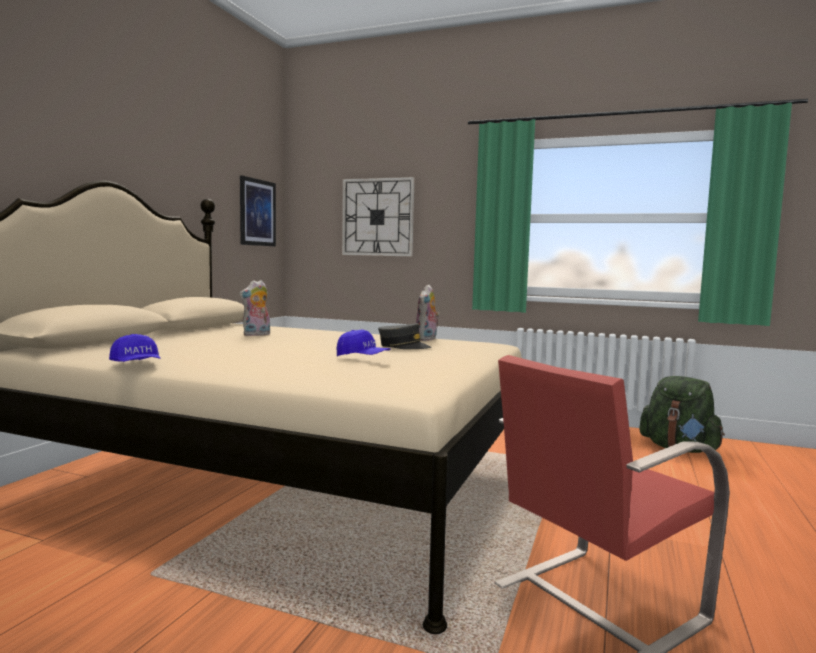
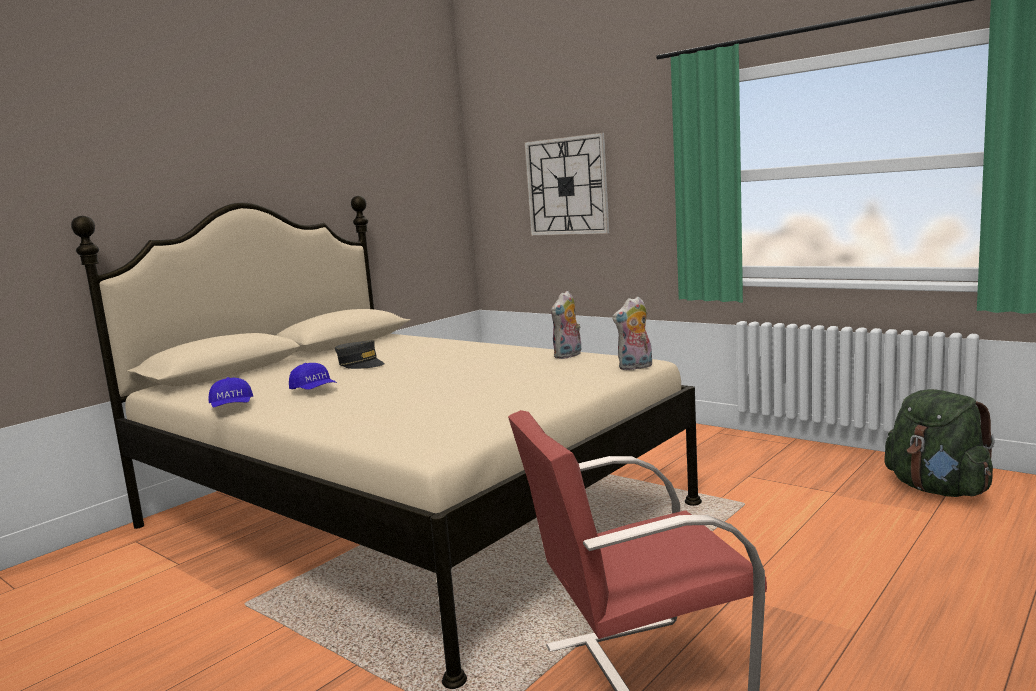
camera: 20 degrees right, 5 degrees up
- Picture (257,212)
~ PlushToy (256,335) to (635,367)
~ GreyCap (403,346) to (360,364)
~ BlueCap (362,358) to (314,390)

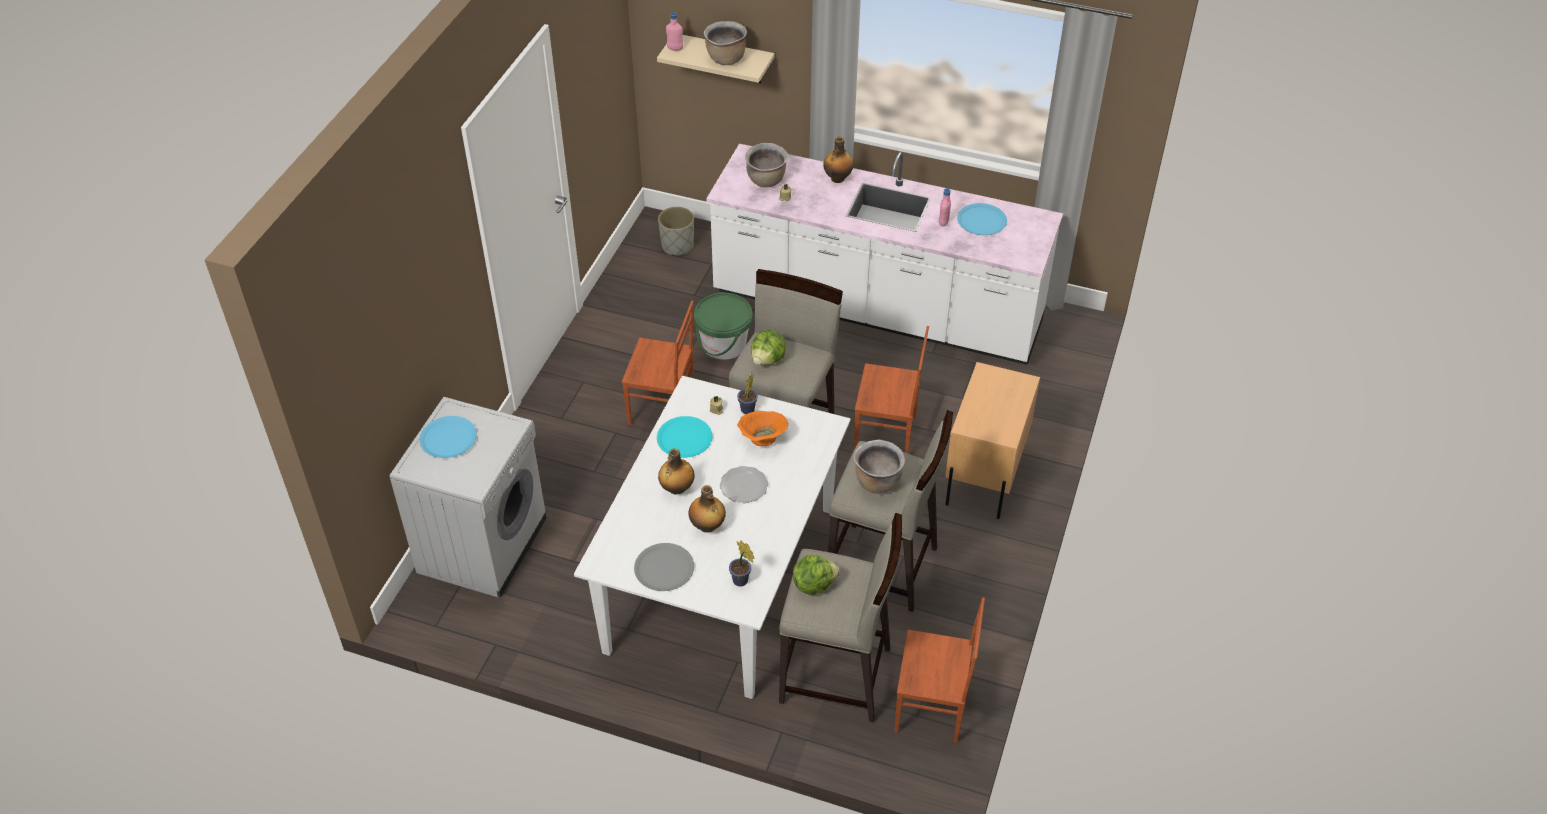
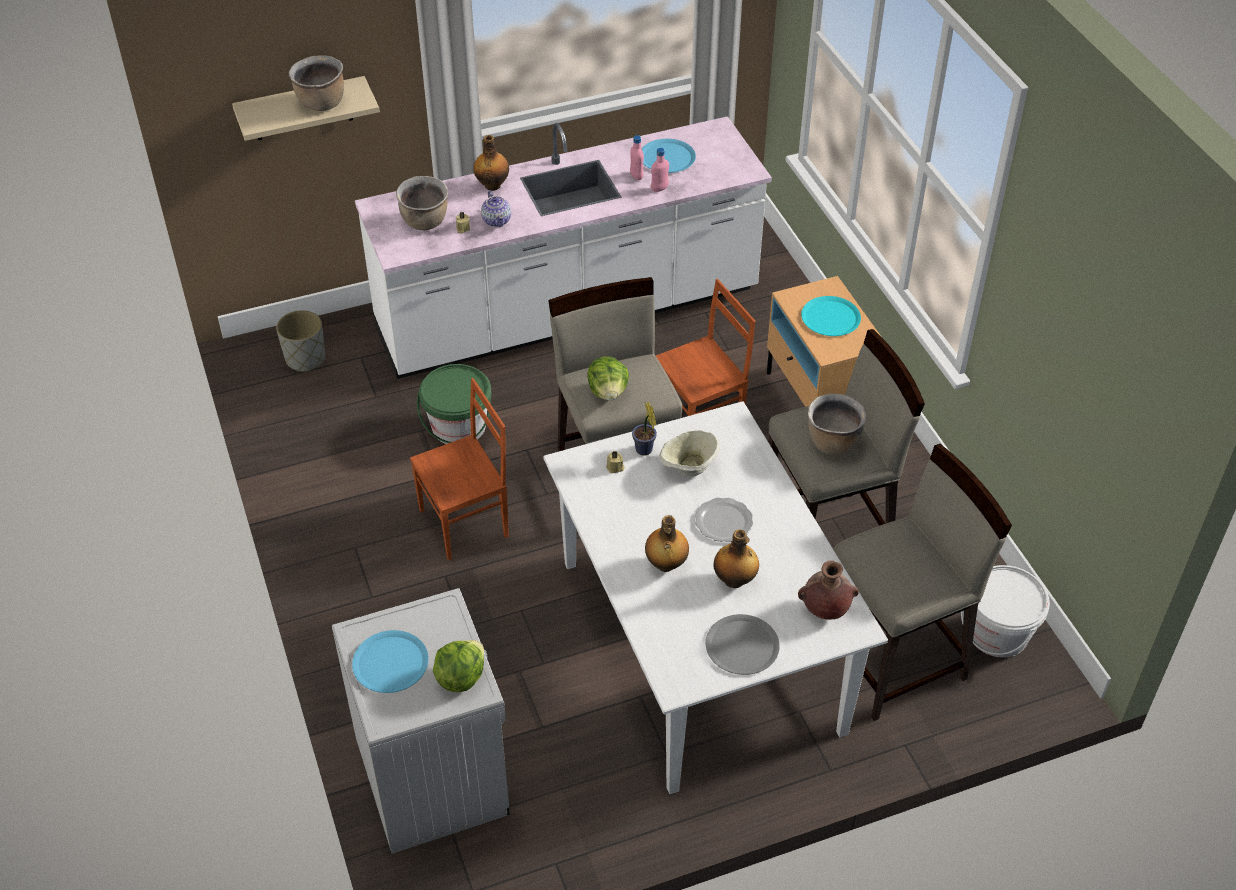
camera: 40 degrees left, 0 degrees up
~ PinkBottle (675,49) to (659,189)
~ OrangeBowl (762,438) to BeigeBowl (689,467)
~ TurquoisePlate (684,438) to (830,317)
~ PottedPlant (742,581) to BrownVase (825,609)
~ Lettuce (814,584) to (460,677)
~ BrownChair (931,709) to WhiteBucket (997,633)
+ Teapot (497,220)

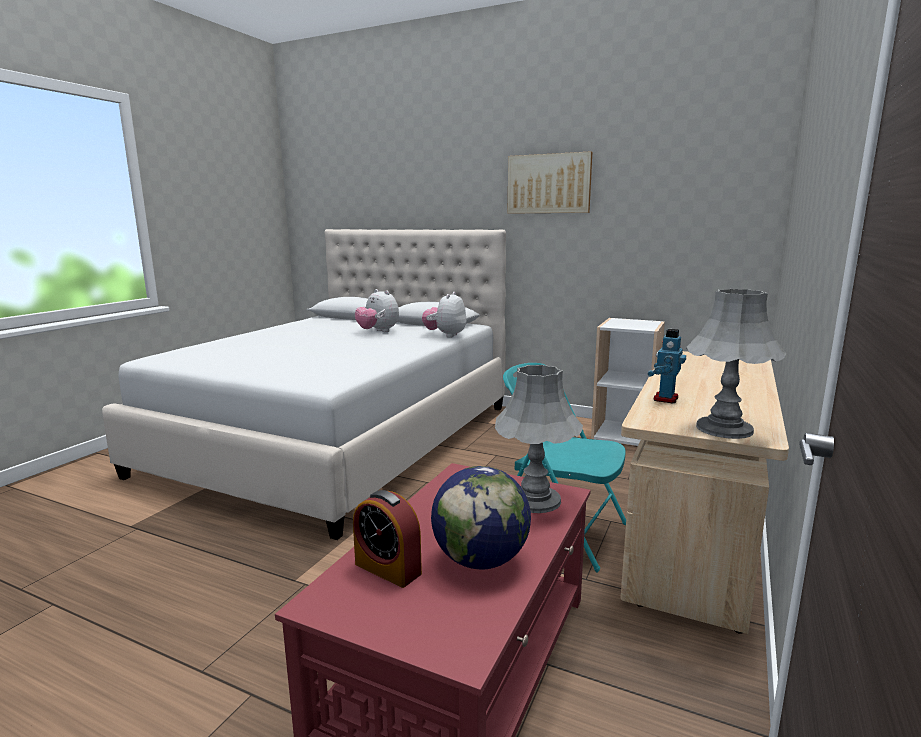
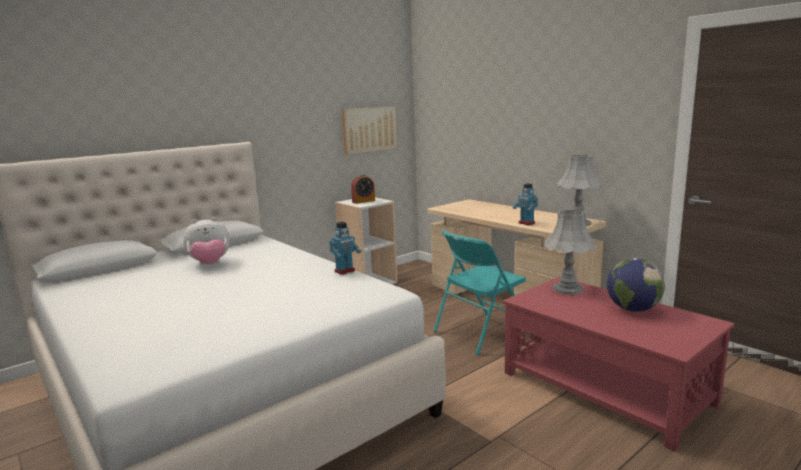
camera: 65 degrees left, 0 degrees up
~ Picture (549,184) to (369,129)
- PlushToy (445,335)
~ AlarmClock (388,568) to (363,201)
+ ToyRobot (345,271)

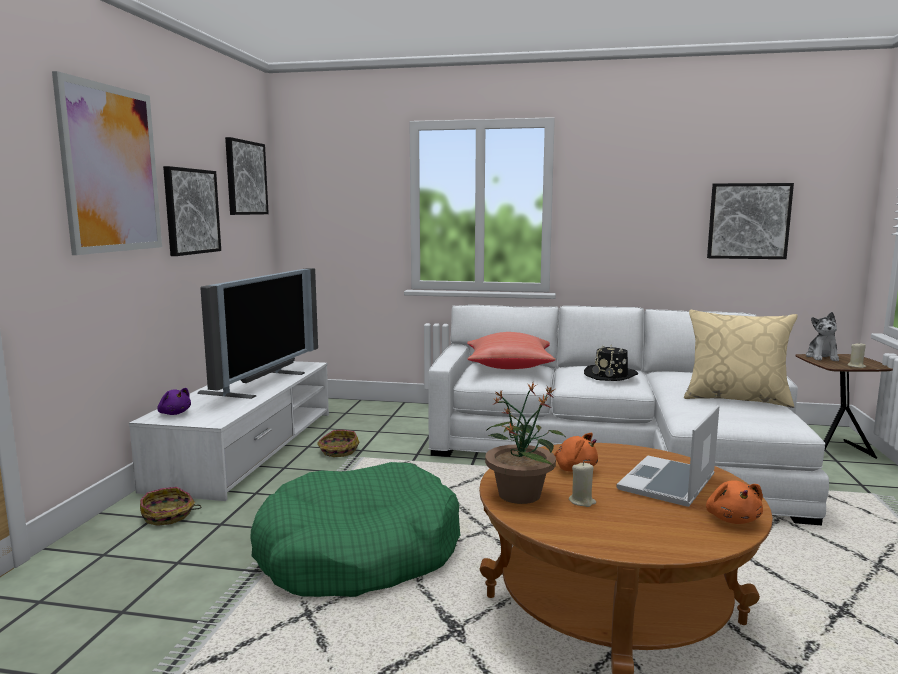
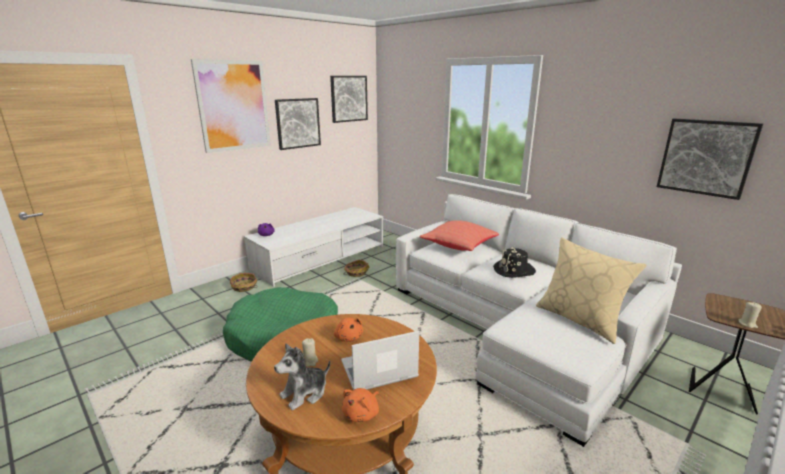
camera: 35 degrees right, 10 degrees up
- Television (263,383)
~ PlushToy (822,357) to (304,393)
- PottedPlant (520,494)

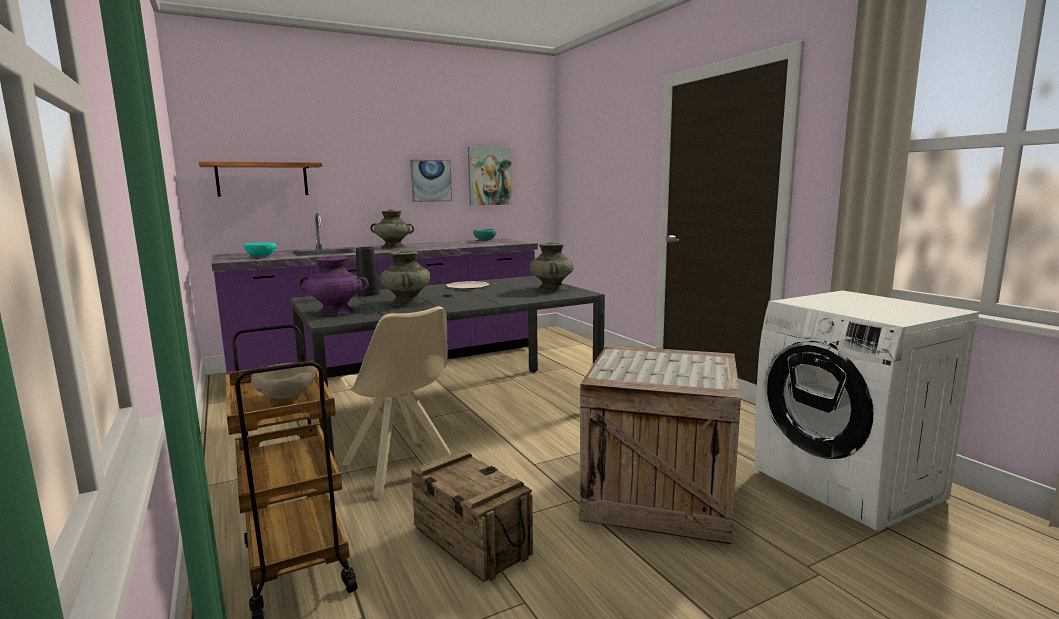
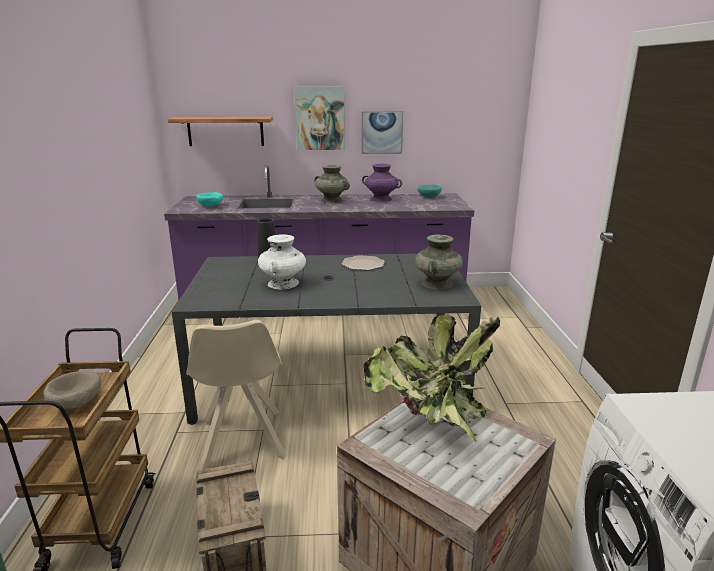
camera: 25 degrees right, 10 degrees up
~ Picture (489,176) to (320,118)
~ TurquoiseVase (407,302) to WhiteVase (283,283)
~ PurpleVase (336,311) to (381,199)
+ PottedPlant (431,423)

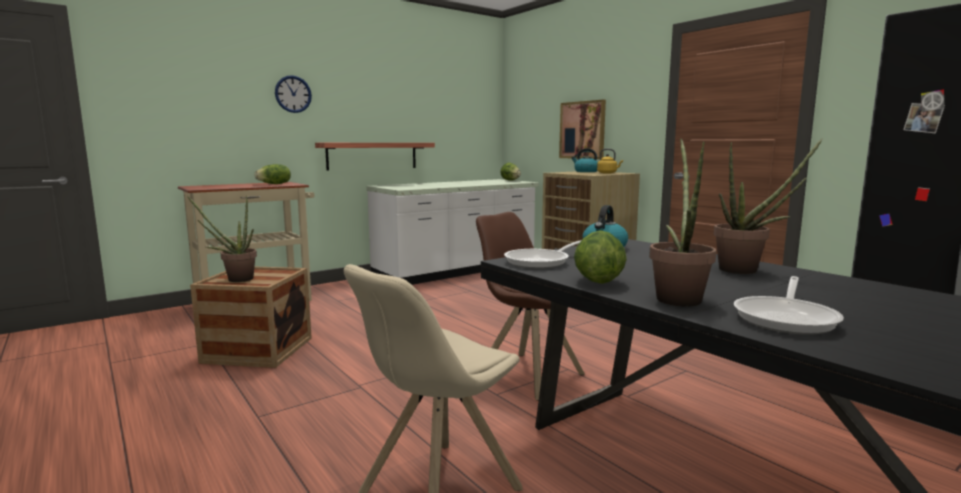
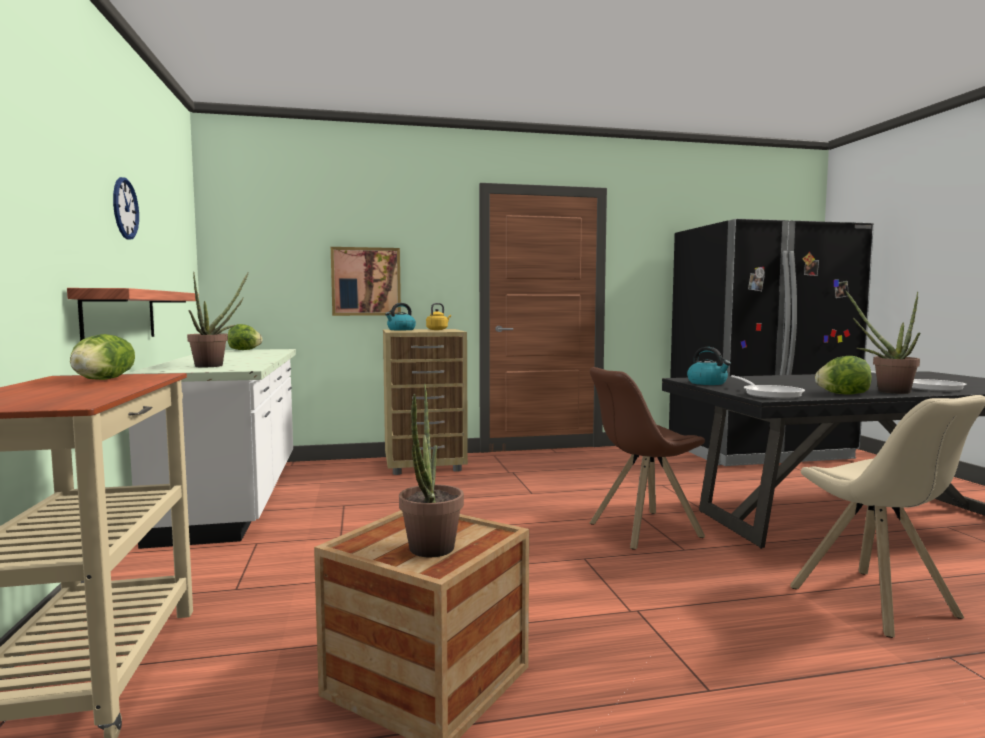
camera: 65 degrees left, 5 degrees down
~ WallClock (293,94) to (125,208)
~ PottedPlant (746,270) to (215,365)

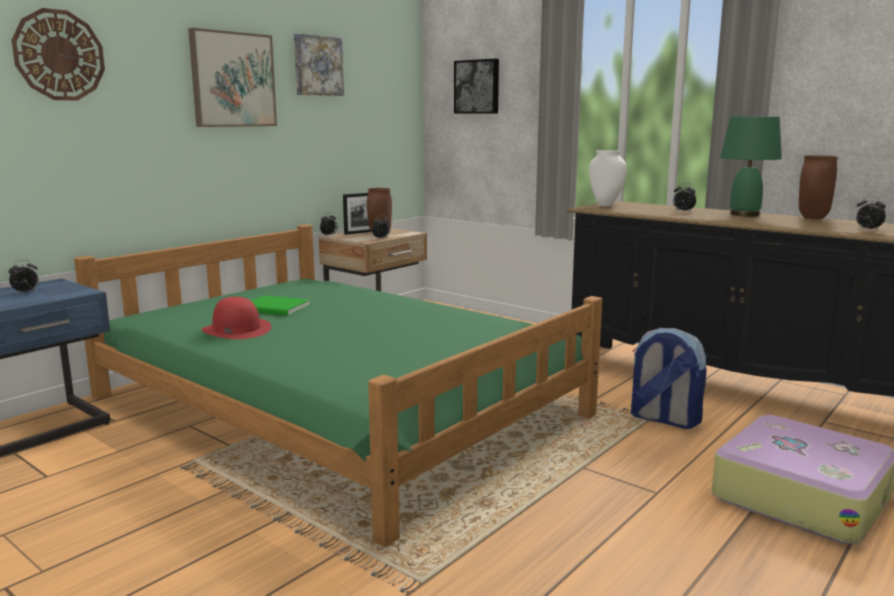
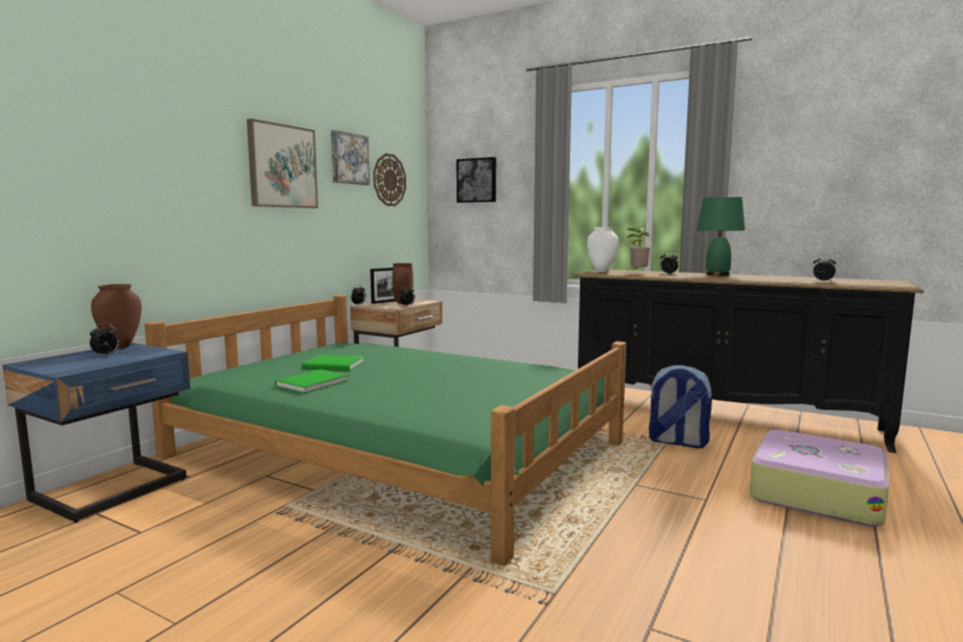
camera: 10 degrees left, 5 degrees down
~ WallClock (59,55) to (389,180)
~ BrownVase (812,218) to (120,346)
~ RedHat (236,329) to GreenBook (309,383)
+ PottedPlant (637,273)

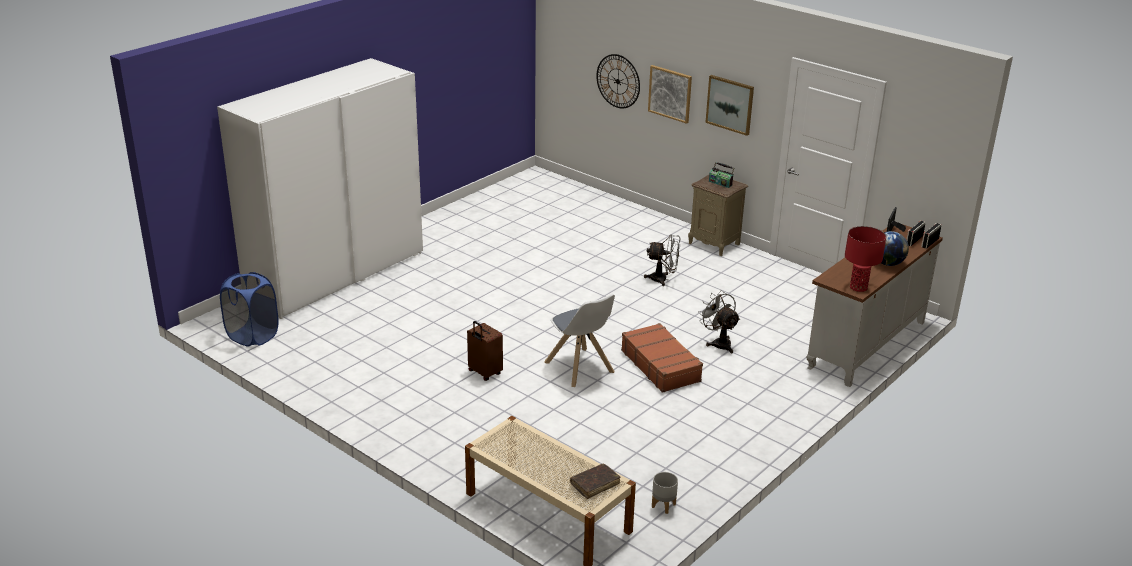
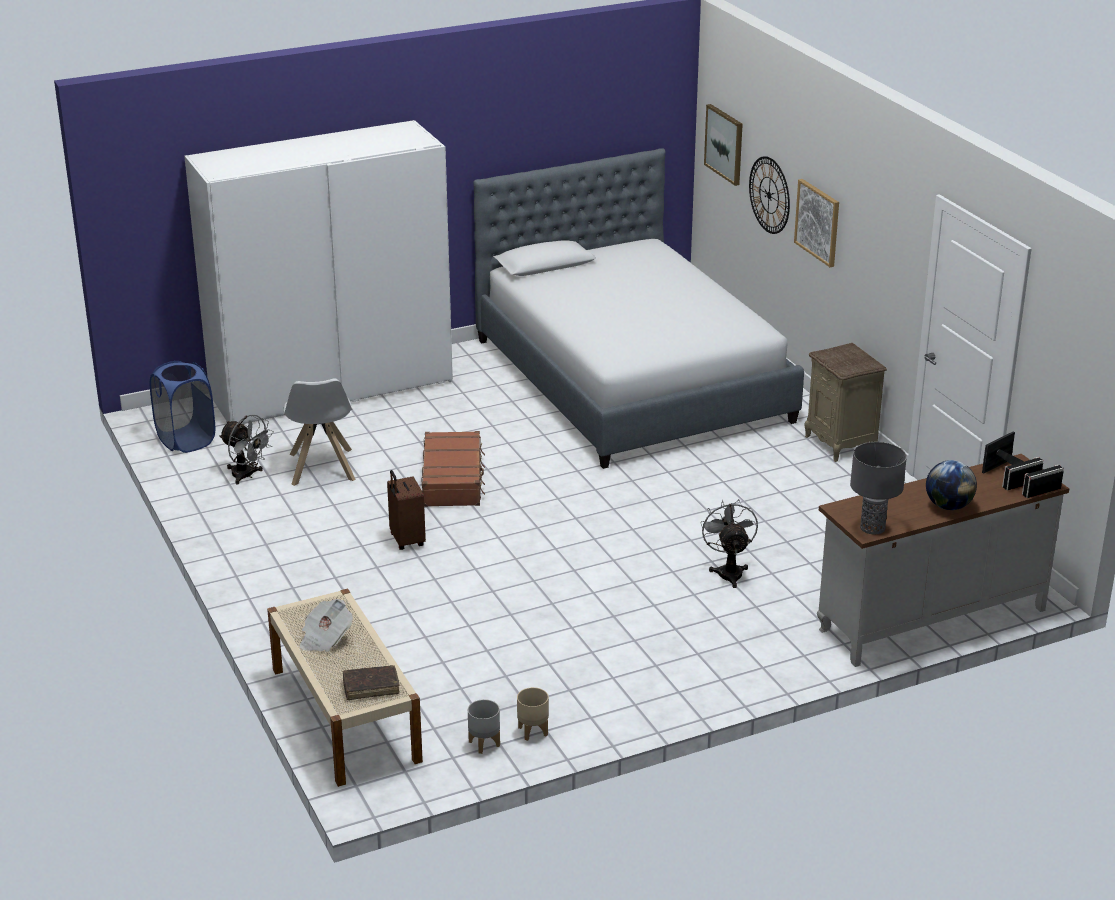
camera: 25 degrees right, 0 degrees up
~ Picture (730,104) to (725,144)
- Radio (720,183)
~ RedTableLamp (858,287) to GreyTableLamp (872,528)
~ GreyFan (663,279) to (247,476)
~ Chair (580,368) to (321,468)
~ BrownSuitcase (661,366) to (453,480)
+ Bed (631,380)
+ Newspaper (325,639)
+ BeigePlanter (533,731)

